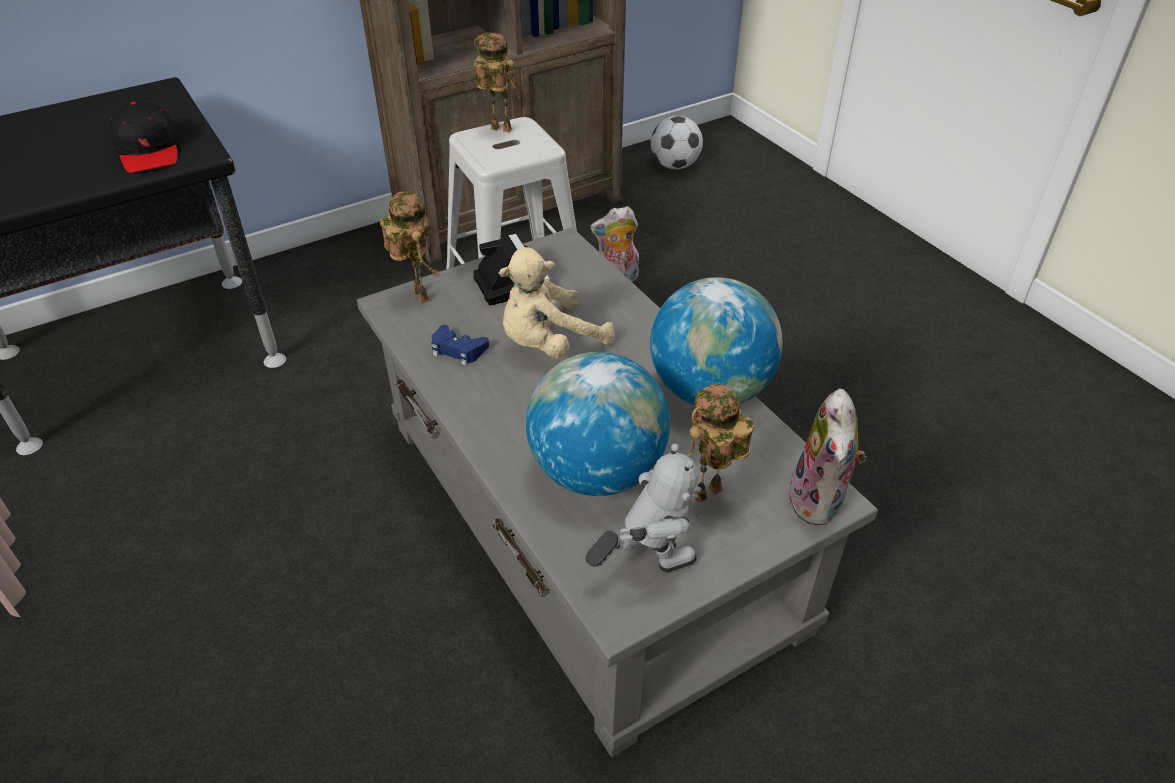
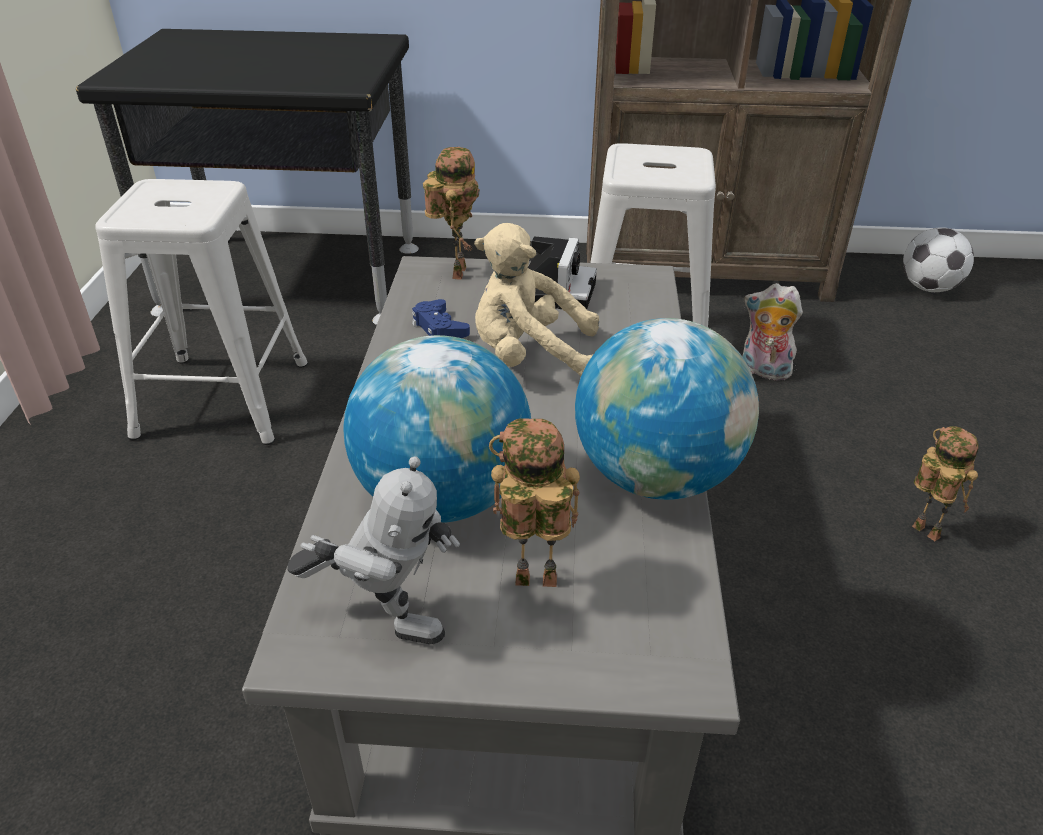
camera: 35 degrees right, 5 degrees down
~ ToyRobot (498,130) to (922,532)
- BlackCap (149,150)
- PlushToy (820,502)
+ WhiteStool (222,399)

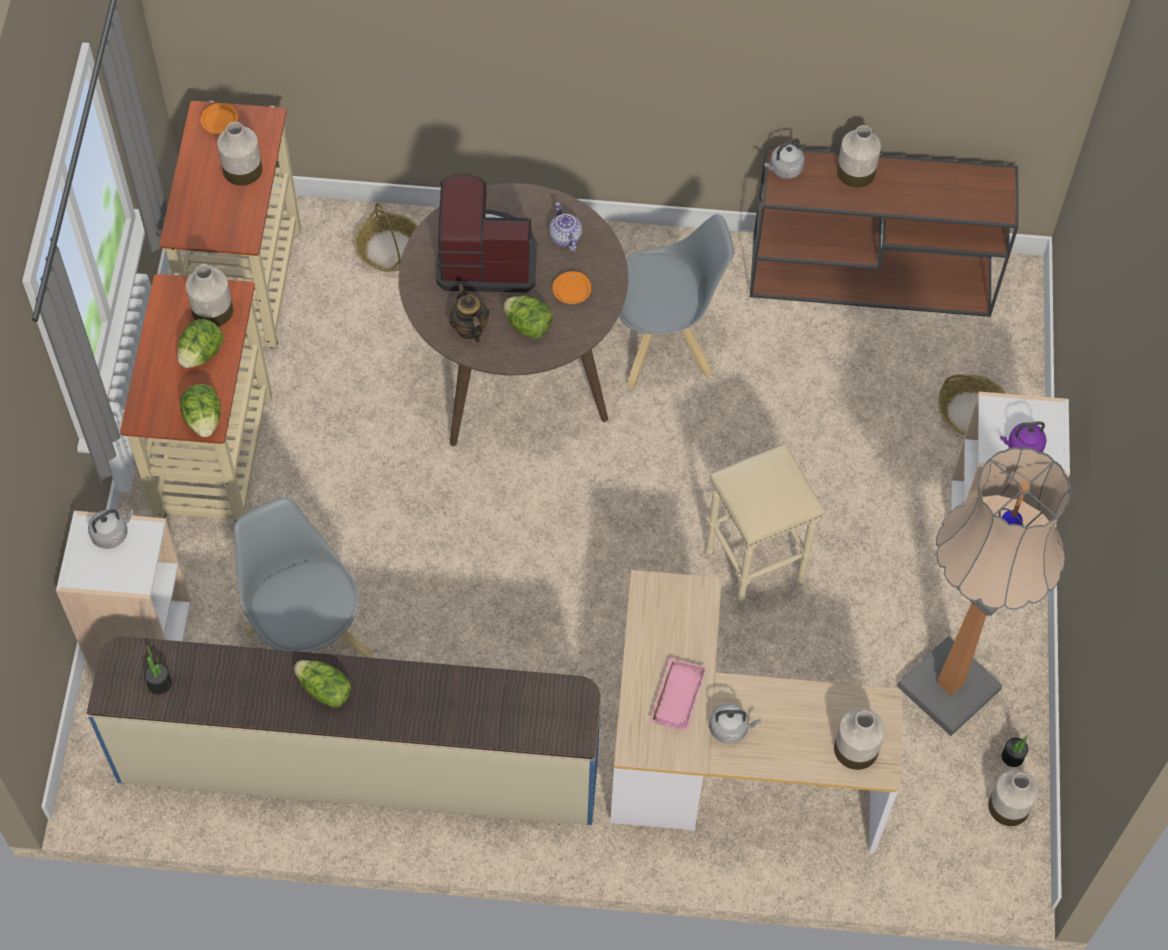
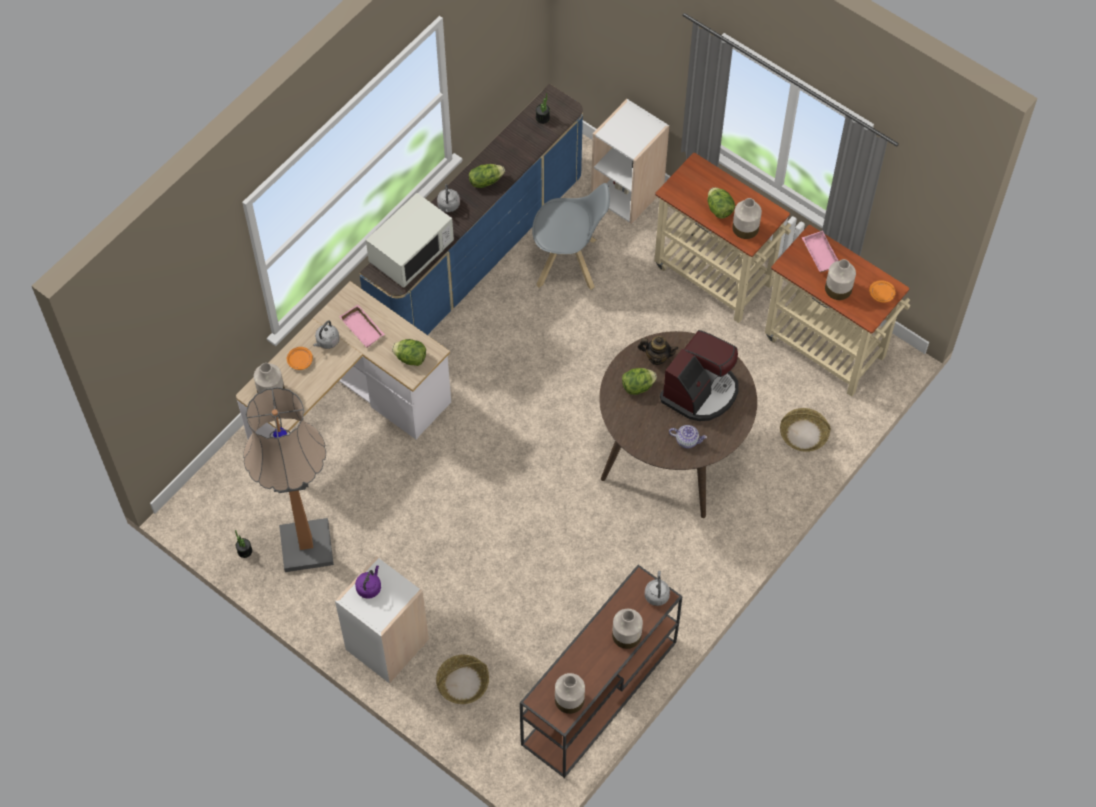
camera: 125 degrees right, 0 degrees up
- GreyChair (664,344)
~ OrangePlate (571,292) to (300,360)
~ Lettuce (204,419) to (410,358)
- BeigeStool (755,564)
~ GreyKettle (112,534) to (448,206)
~ BeigeVase (1009,806) to (569,699)
+ WhiteMicrowave (411,252)
+ PinkTray (819,254)

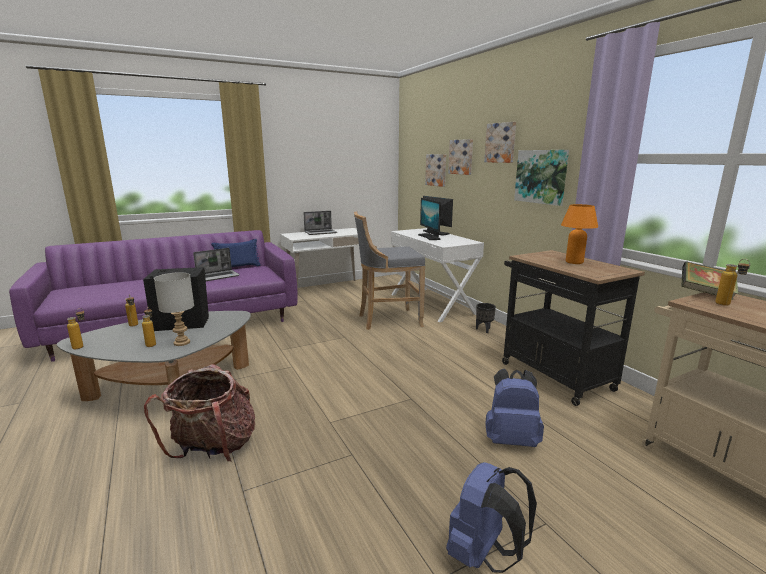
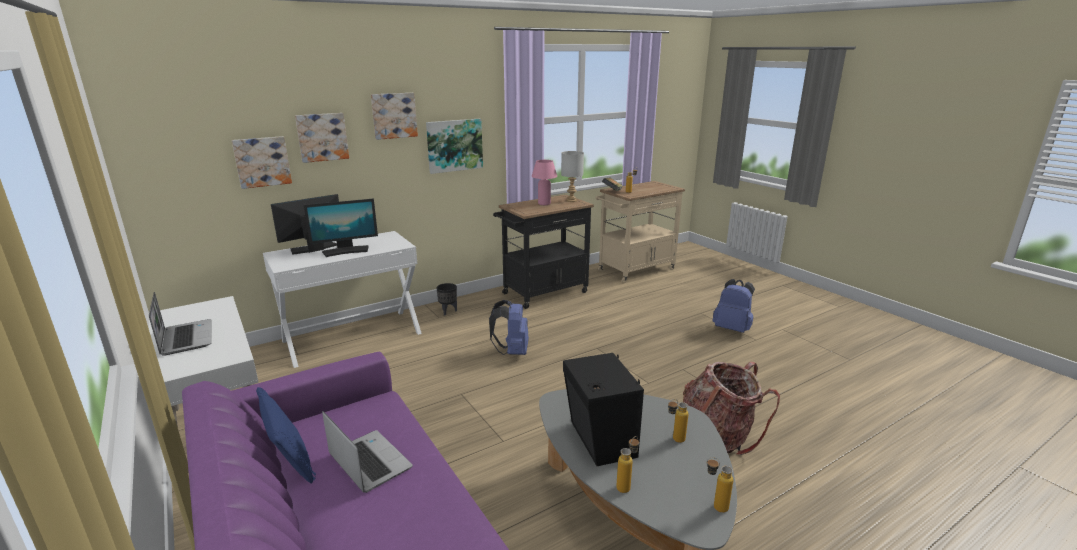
camera: 95 degrees left, 5 degrees up
~ OrangeTableLamp (574,262) to PinkTableLamp (544,204)
- GreyStool (387,320)
~ GreyTableLamp (182,342) to (571,200)
~ BlueBackpack (511,439) to (512,351)

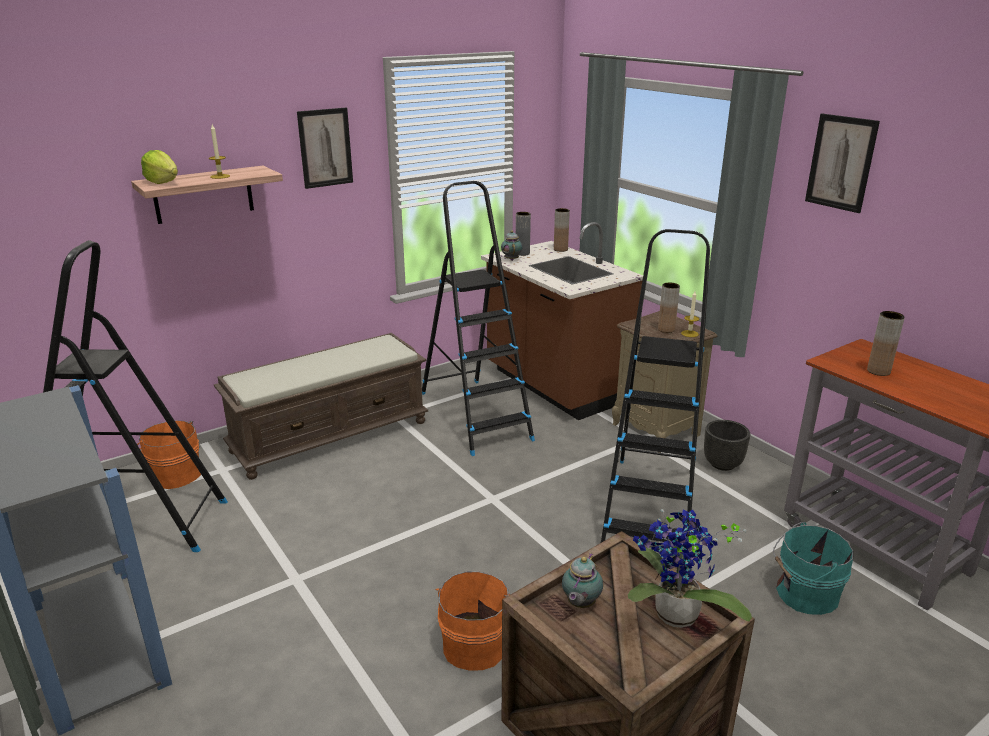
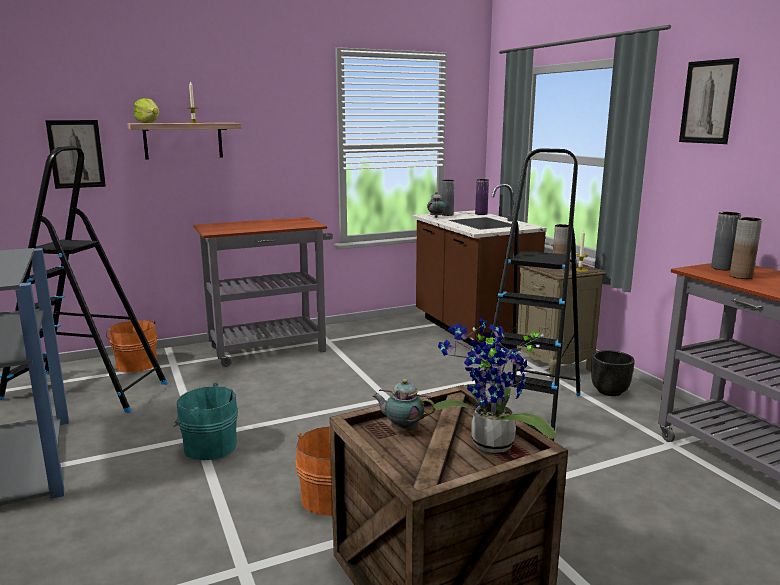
camera: 10 degrees right, 10 degrees down
~ Picture (325,148) to (76,154)
- BlackStepLadder (475,415)
~ BrownVase (560,249) to PurpleVase (481,214)
~ BrownBench (331,435) to GreyCart (269,349)
~ TurquoiseBucket (803,594) to (208,446)
~ Teapot (580,604) = (402,429) 75 degrees clockwise
+ GreyVase (721,268)

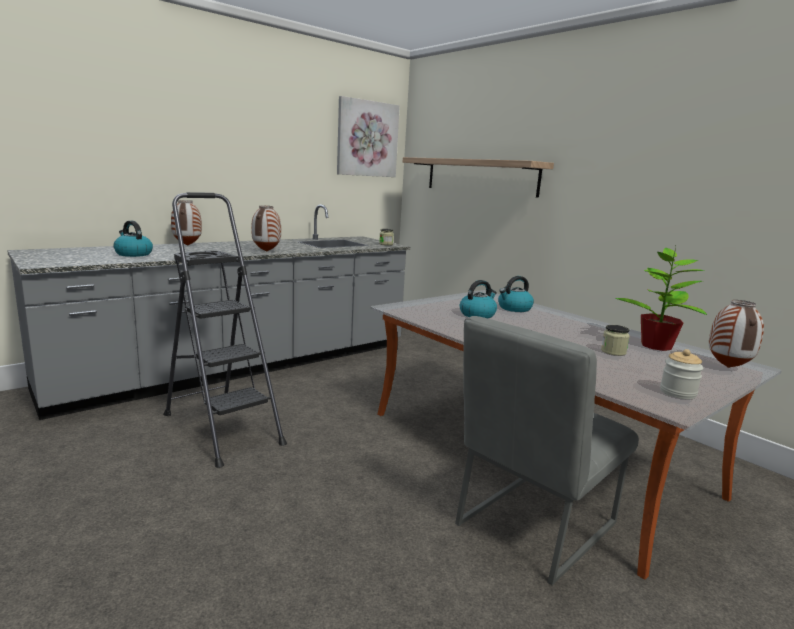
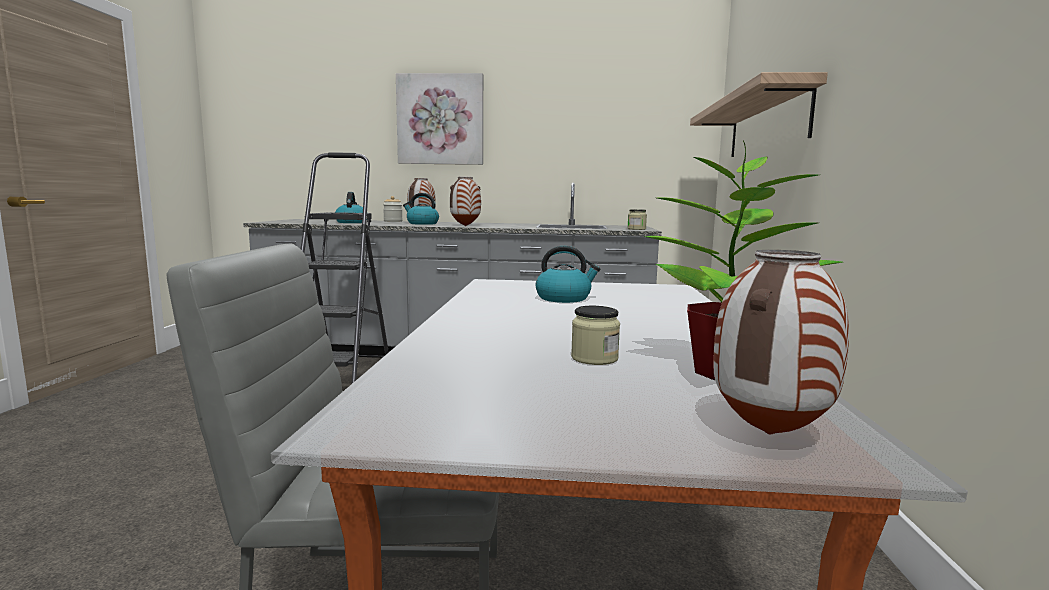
camera: 45 degrees right, 5 degrees down
~ Picture (367,139) to (440,120)
~ Kettle (514,308) to (422,223)
~ Jar (677,393) to (393,221)

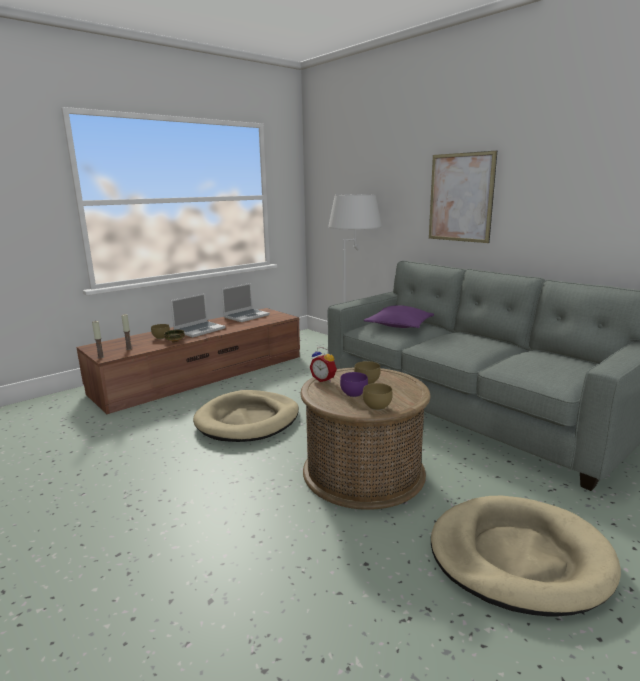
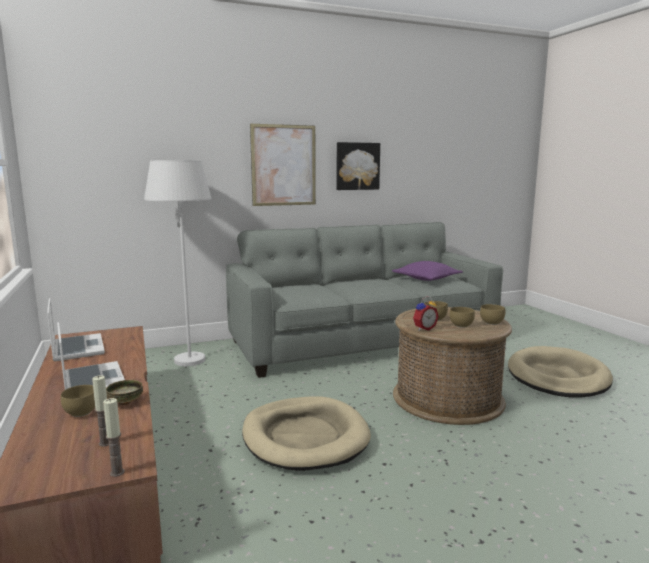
camera: 70 degrees left, 5 degrees down
~ PurplePillow (399,325) to (426,279)
~ PurpleBowl (354,394) to BrownBowl (460,325)
+ Picture (357,166)

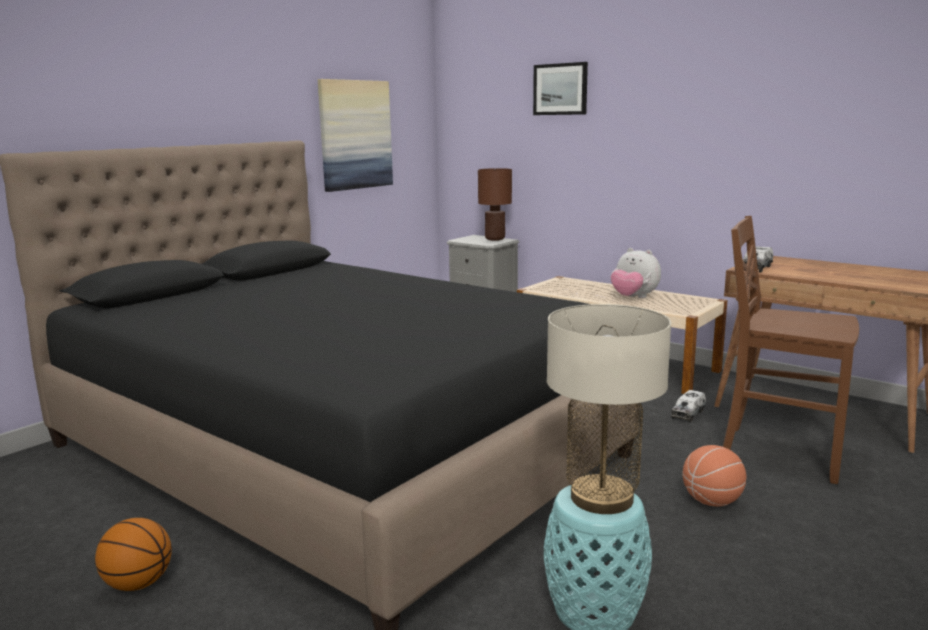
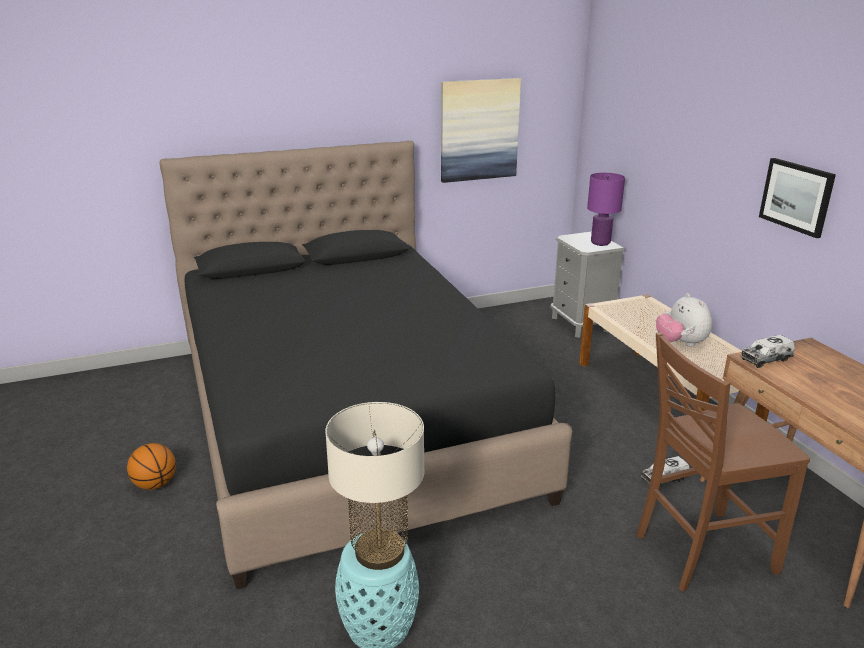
camera: 30 degrees right, 10 degrees up
~ Picture (560,89) to (796,196)
~ BrownTableLamp (495,240) to PurpleTableLamp (600,244)
~ BrownChair (778,452) = (700,551) 75 degrees counterclockwise
- Basketball (712,501)

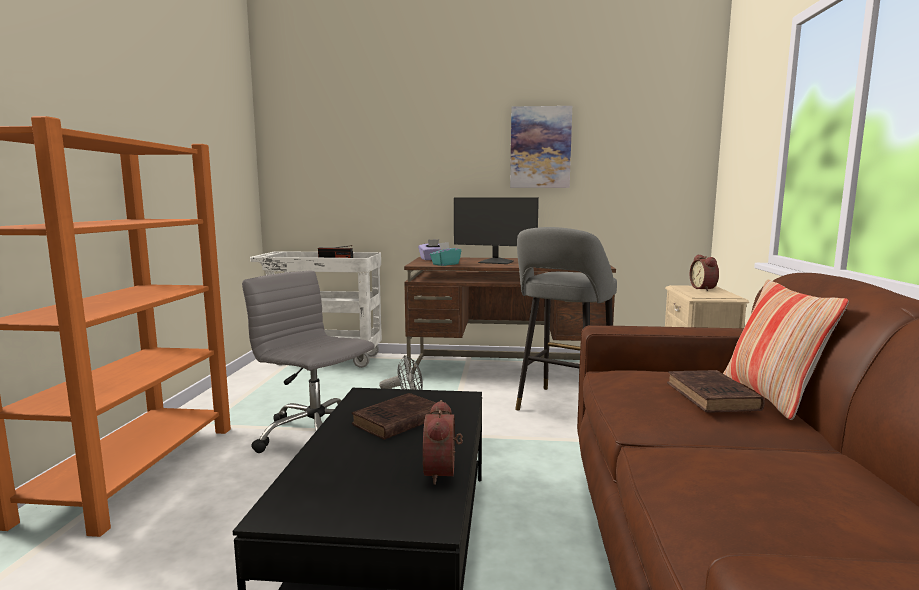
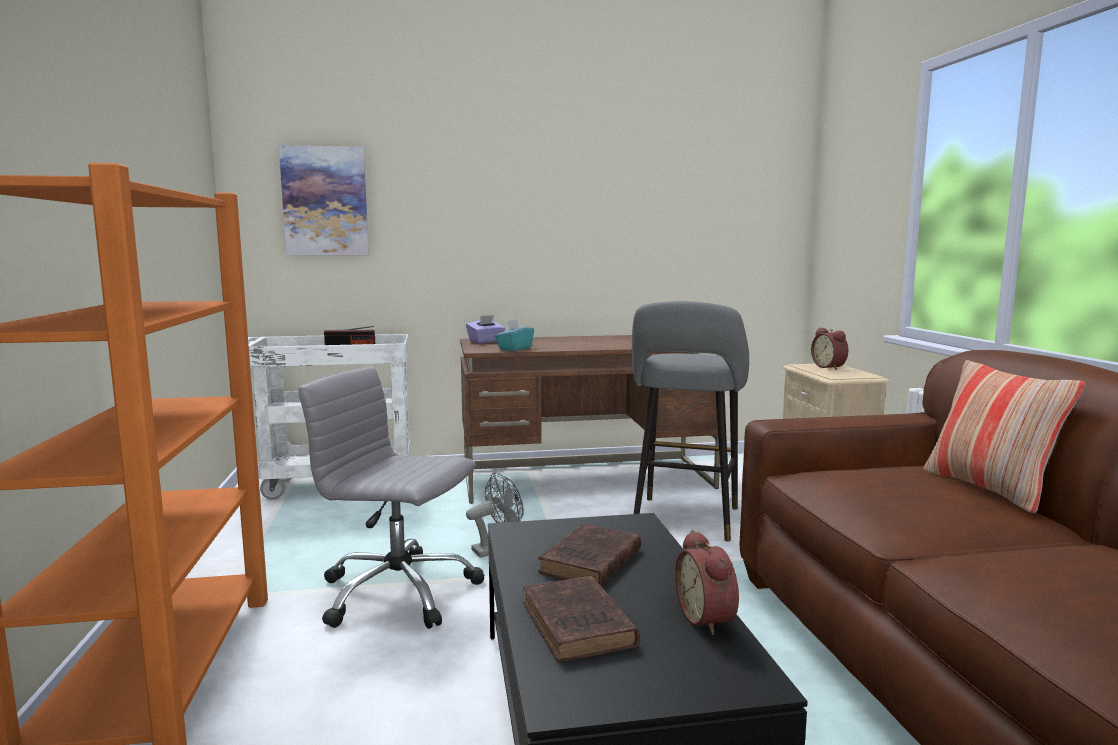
camera: 15 degrees left, 0 degrees up
~ Picture (540,147) to (325,201)
- Monitor (496,262)
~ BrownBook (713,397) to (578,626)

